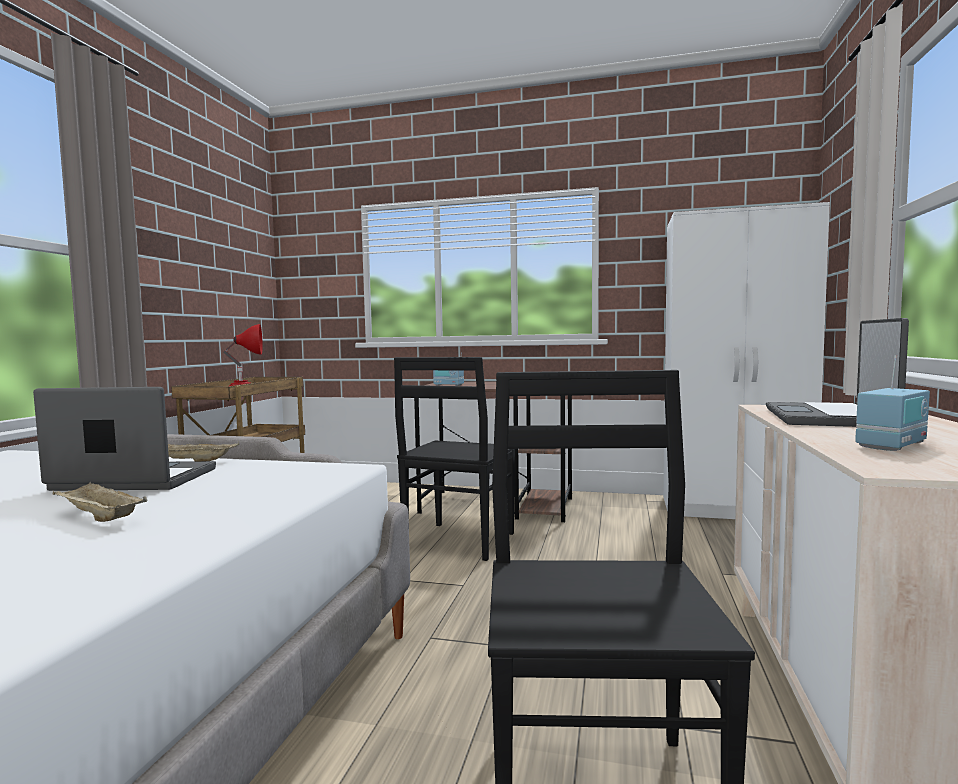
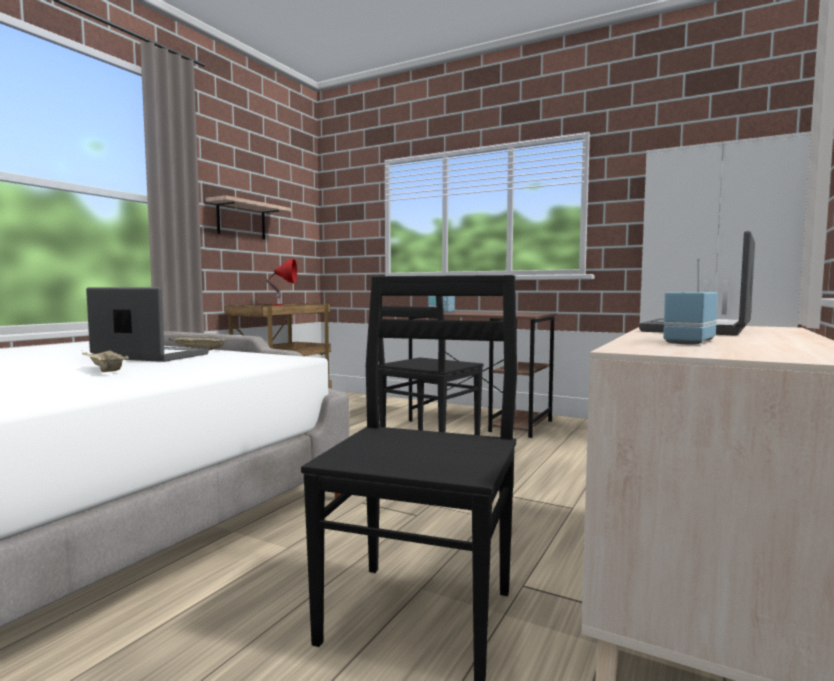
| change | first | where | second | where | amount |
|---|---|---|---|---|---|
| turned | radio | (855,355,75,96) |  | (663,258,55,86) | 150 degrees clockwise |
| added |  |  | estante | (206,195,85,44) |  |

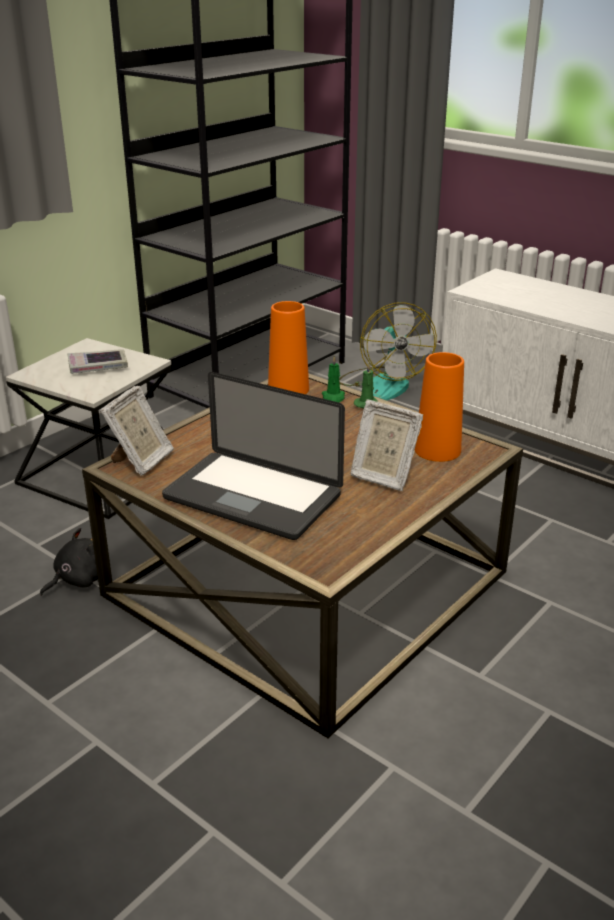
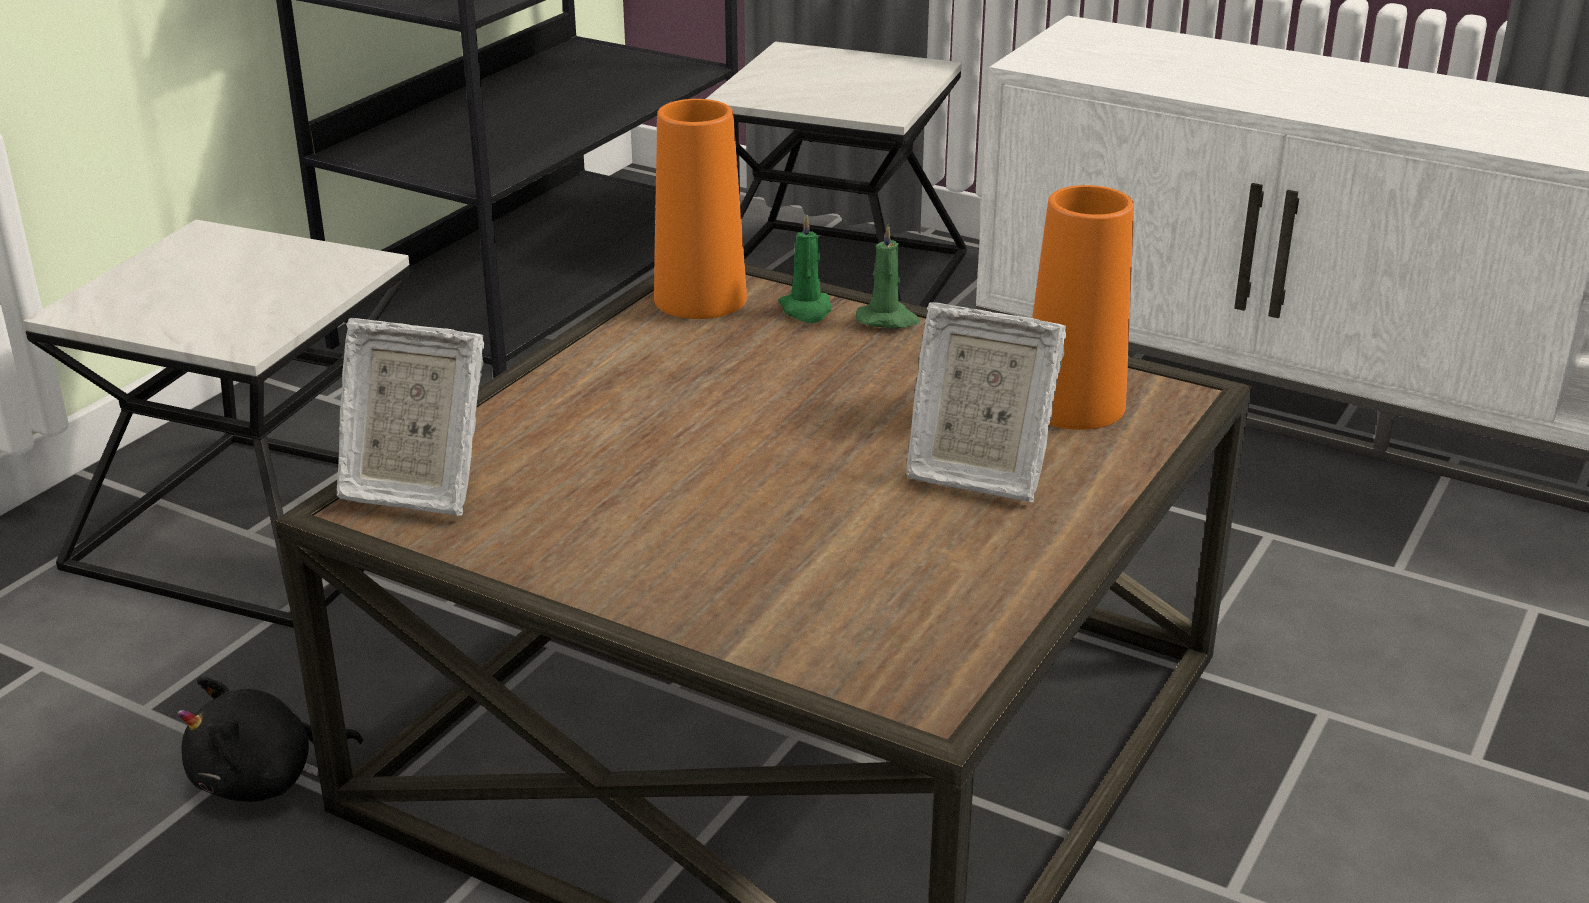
| change | first | where | second | where | amount |
|---|---|---|---|---|---|
| replaced | ventilador | (339,302,98,98) | mesa auxiliar | (706,42,261,265) |  |
| removed | libro | (67,349,61,25) |  |  |  |
| removed | portátil | (162,372,183,168) |  |  |  |
| turned | portarretratos | (100,386,74,90) |  | (337,318,147,197) | 90 degrees clockwise |
| turned | peluche/negro | (40,528,58,68) |  | (177,677,186,125) | 150 degrees counterclockwise |

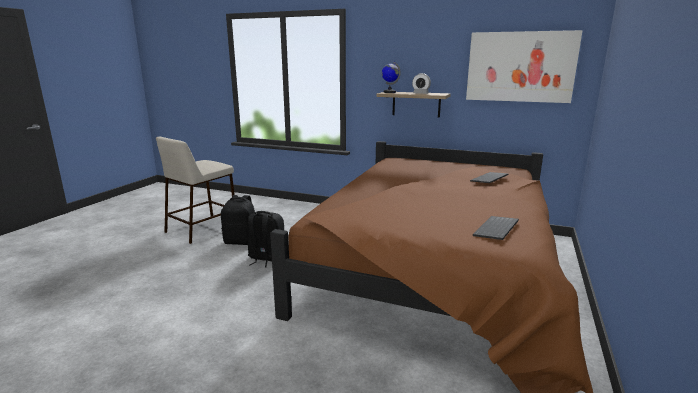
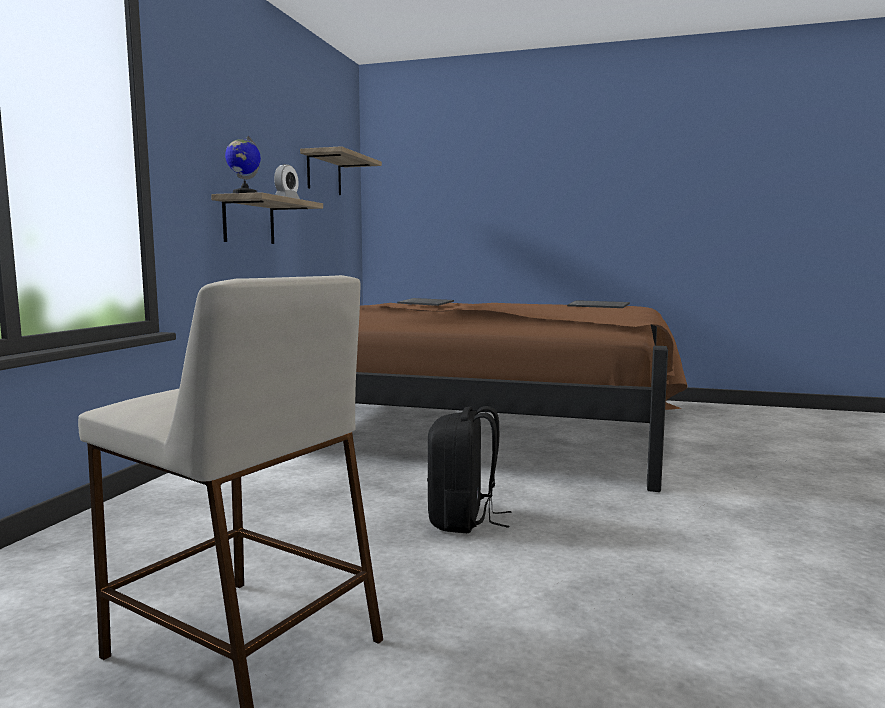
| change | first | where | second | where | amount |
|---|---|---|---|---|---|
| replaced | cuadro | (466,30,117,73) | estante | (300,146,82,49) |  |
| removed | mochila/negro | (221,195,34,50) |  |  |  |

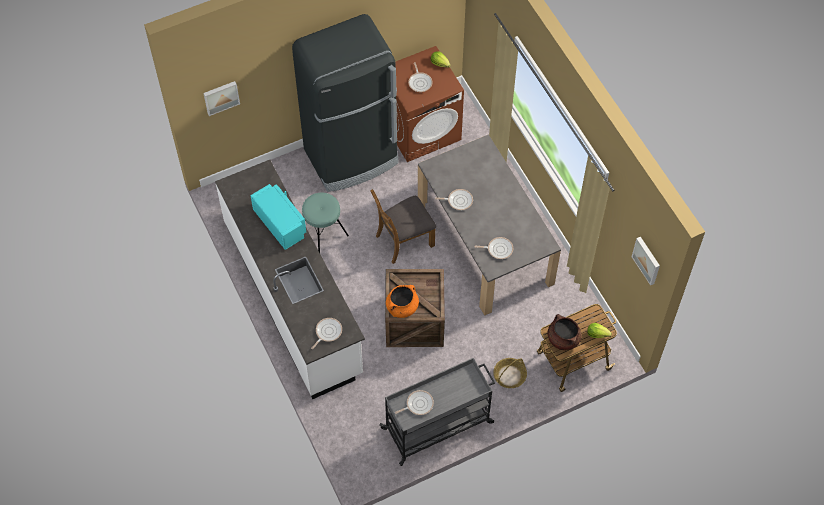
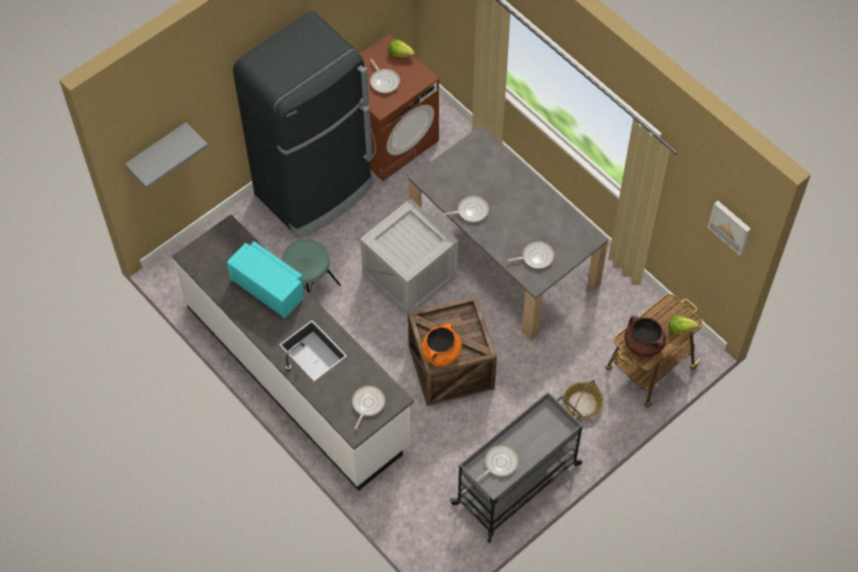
| change | first | where | second | where | amount |
|---|---|---|---|---|---|
| replaced | cuadro | (203,81,37,35) | estante/gris | (125,122,83,67) |  |
| replaced | silla/marrón | (370,189,66,75) | caja de embalaje | (360,199,98,116) |  |

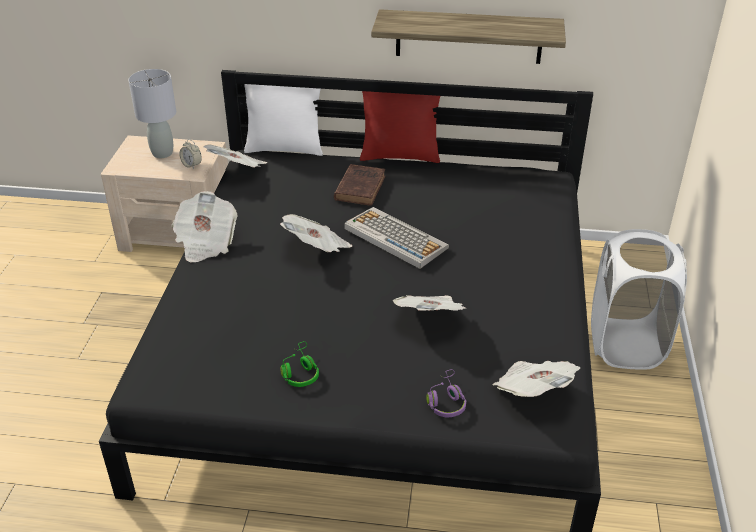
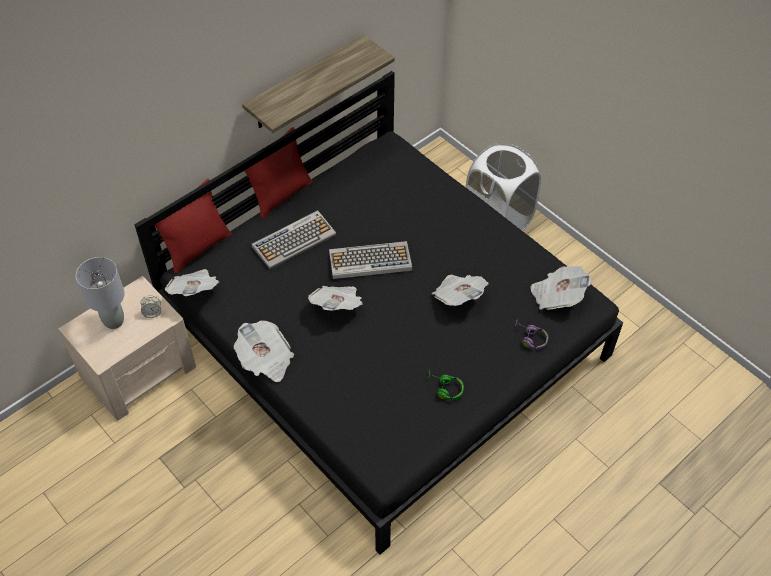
| change | first | where | second | where | amount |
|---|---|---|---|---|---|
| recoloured | cojín/blanco | (244,84,79,72) | cojín/rojo | (154,179,78,95) |  |
| replaced | libro/marrón | (334,164,52,42) | teclado | (251,210,85,59) |  |

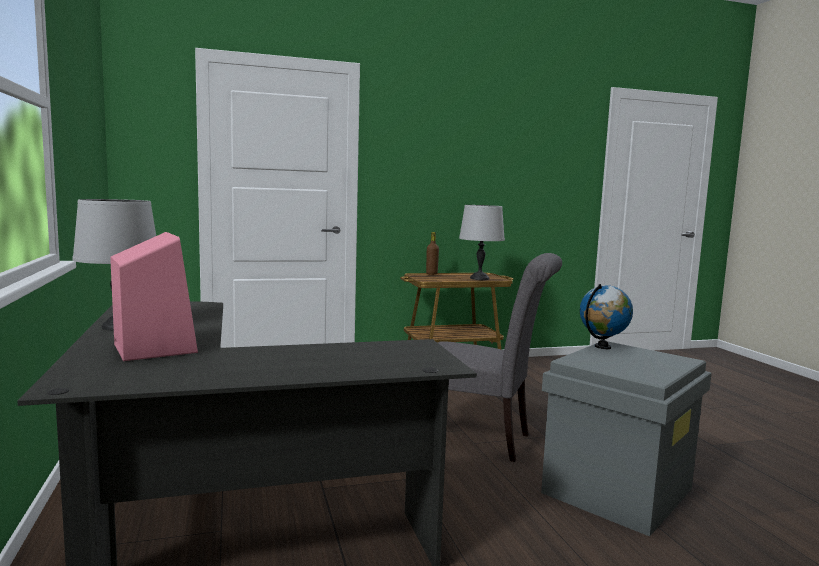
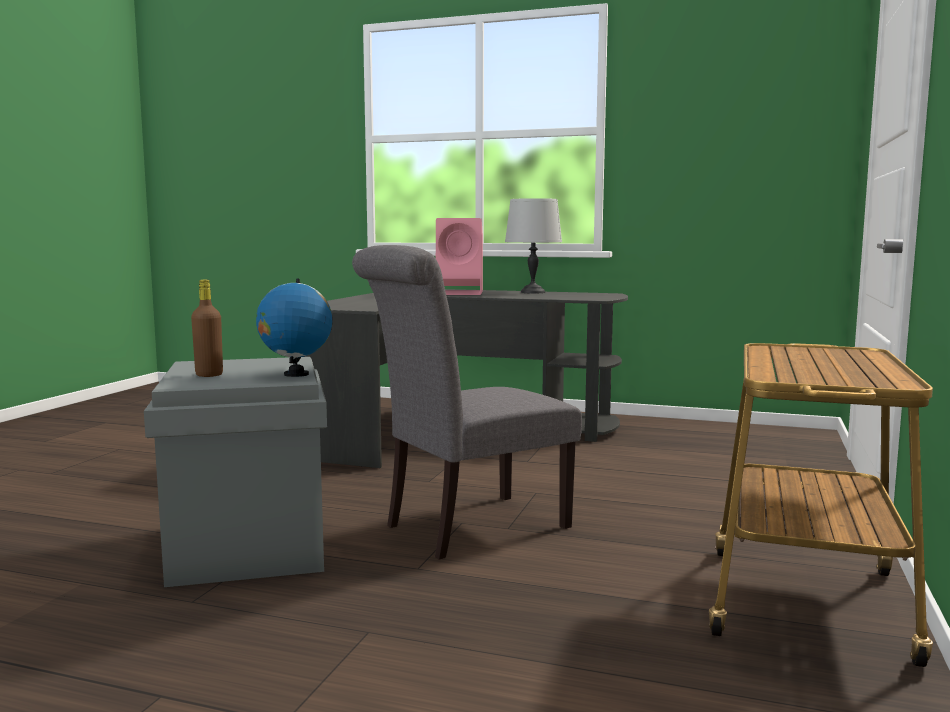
| change | first | where | second | where | amount |
|---|---|---|---|---|---|
| removed | lámpara de mesa/gris | (459,205,46,75) |  |  |  |
| moved | botella/marrón | (426,232,13,43) |  | (191,280,32,97) |  |

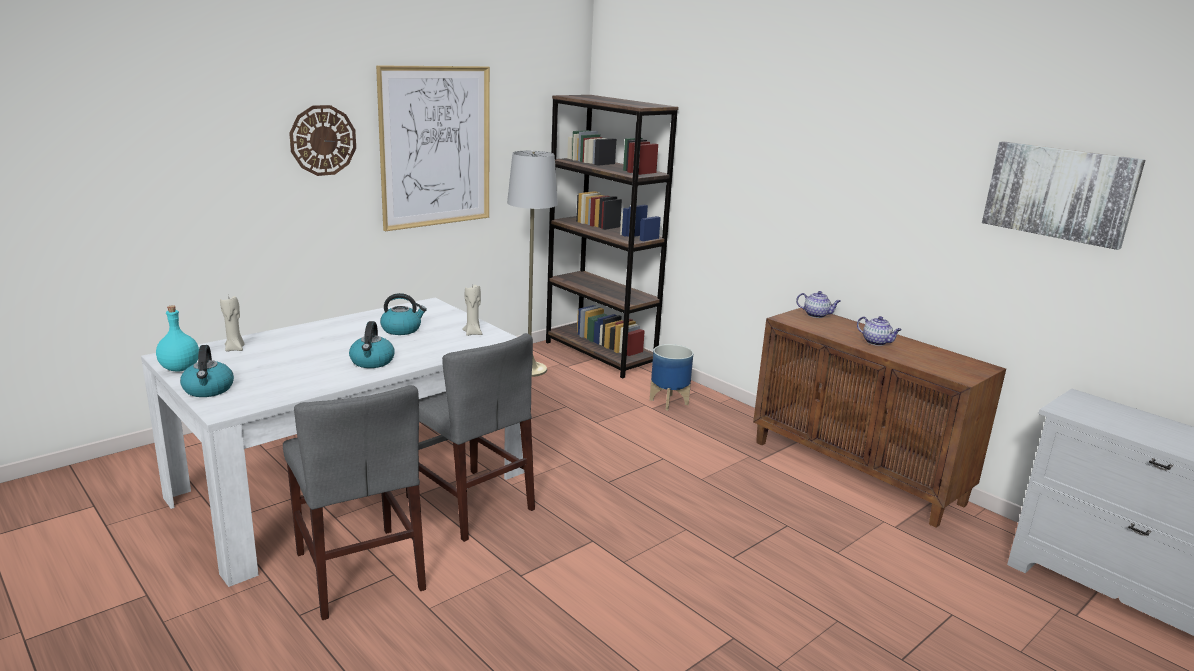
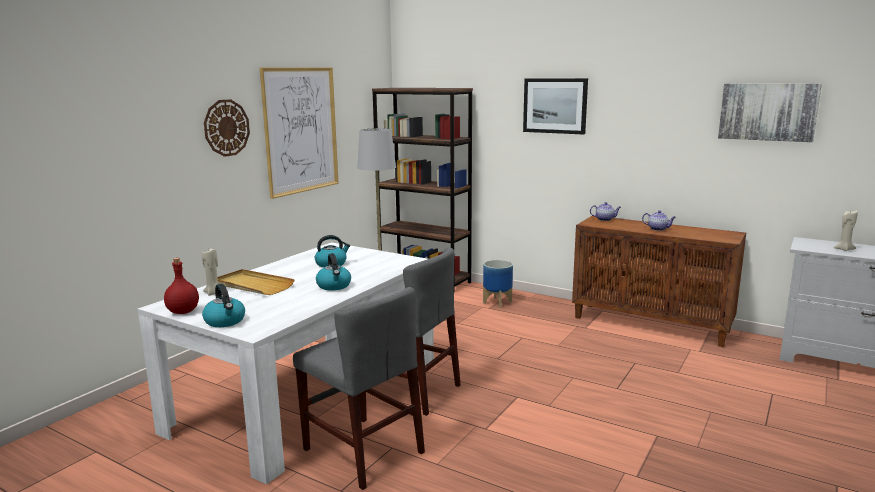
| change | first | where | second | where | amount |
|---|---|---|---|---|---|
| moved | vela/beis | (463,283,19,53) |  | (834,211,24,40) |  |
| recoloured | botella/turquesa | (156,305,43,67) | botella/rojo | (164,258,35,56) |  |
| added |  |  | cuadro | (523,78,65,57) |  |
| added |  |  | bandeja/beis | (217,269,78,26) |  |

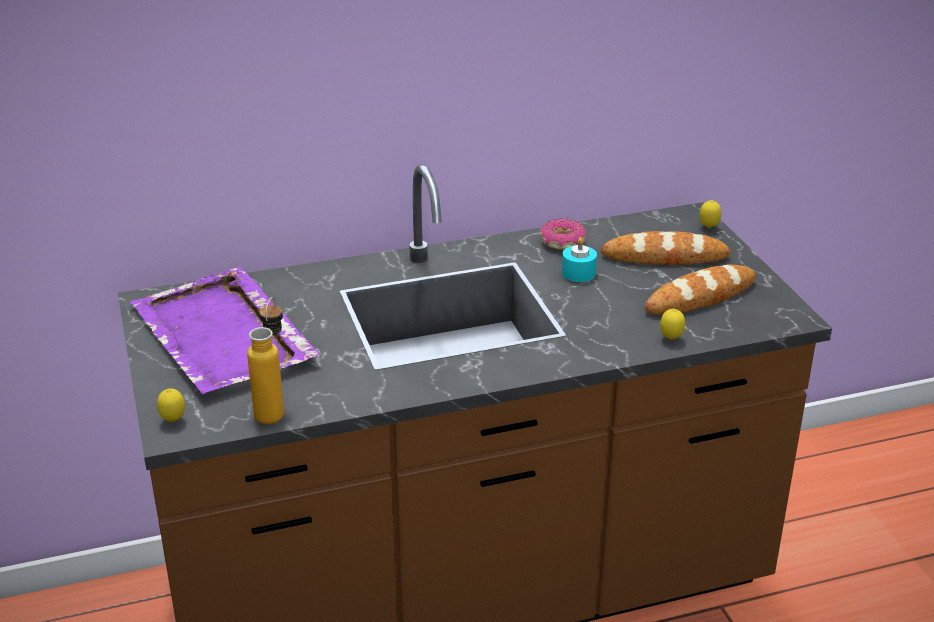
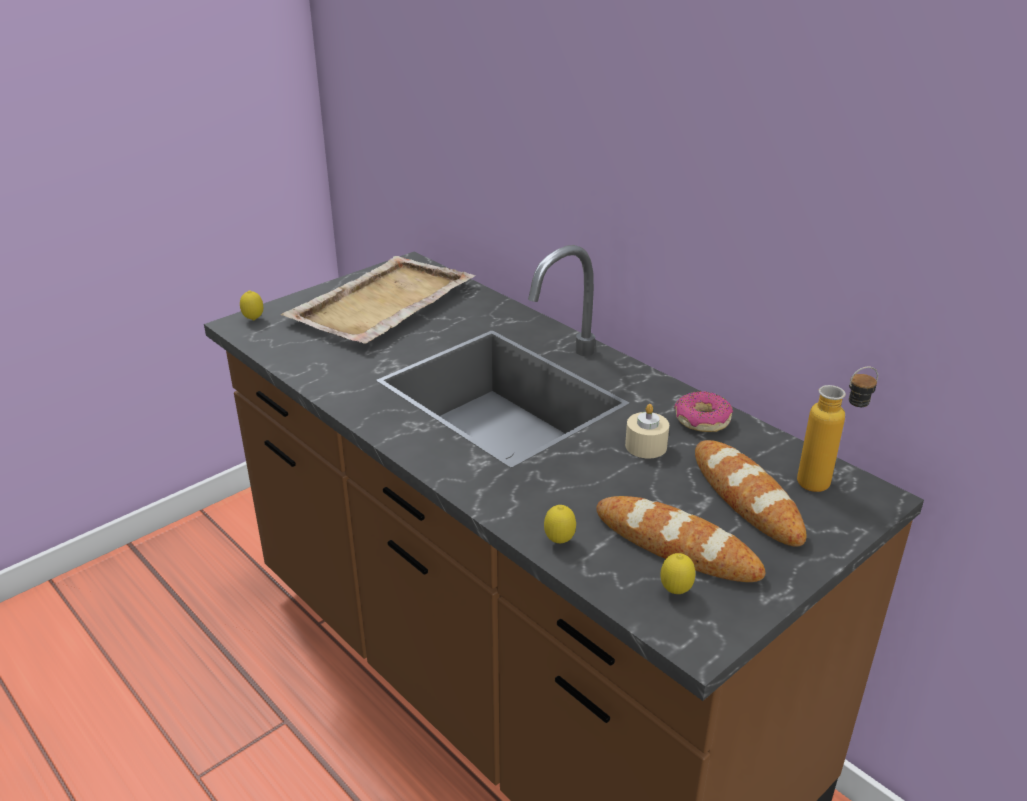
| change | first | where | second | where | amount |
|---|---|---|---|---|---|
| moved | limón | (699,200,22,28) |  | (661,553,34,41) |  |
| recoloured | vela/turquesa | (562,237,35,45) | vela/beis | (625,404,44,54) |  |
| recoloured | bandeja/morado | (130,267,190,127) | bandeja/beis | (281,256,194,88) |  |
| moved | botella | (247,297,37,127) |  | (797,366,81,126) |  |

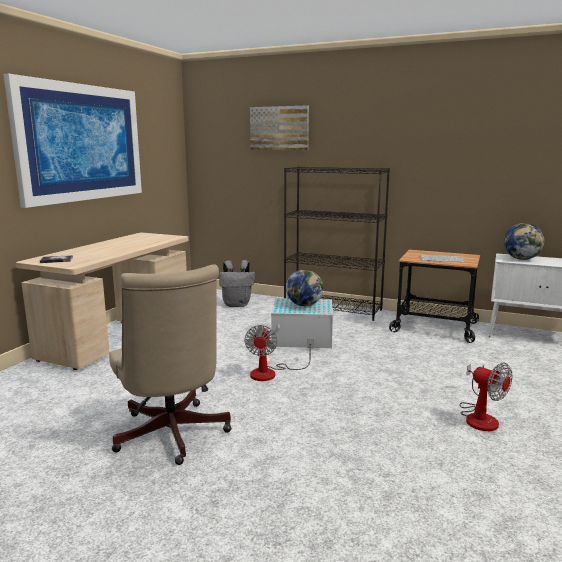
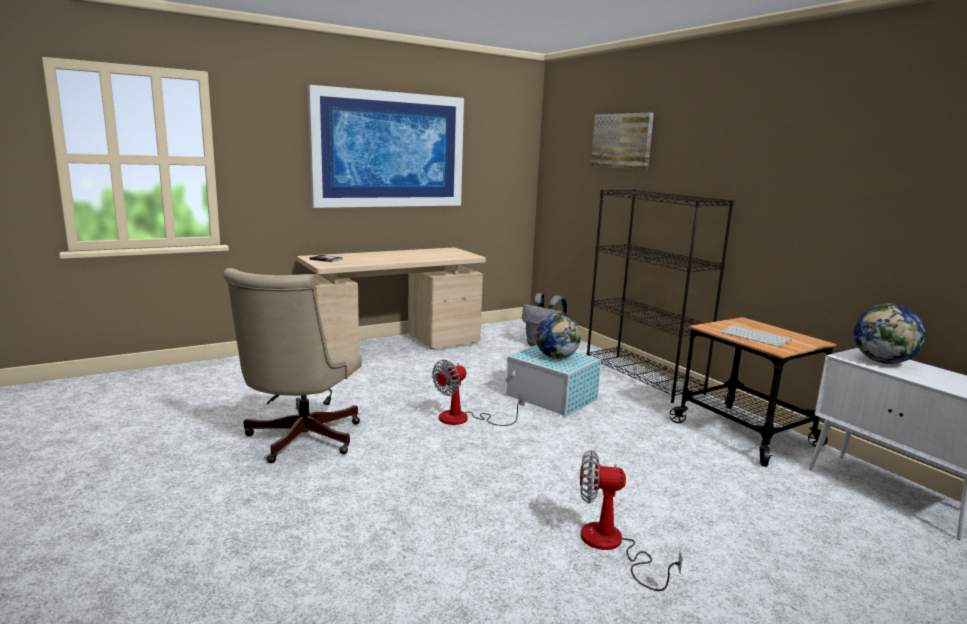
| change | first | where | second | where | amount |
|---|---|---|---|---|---|
| turned | ventilador | (460,363,52,68) |  | (580,450,102,141) | 105 degrees clockwise |

